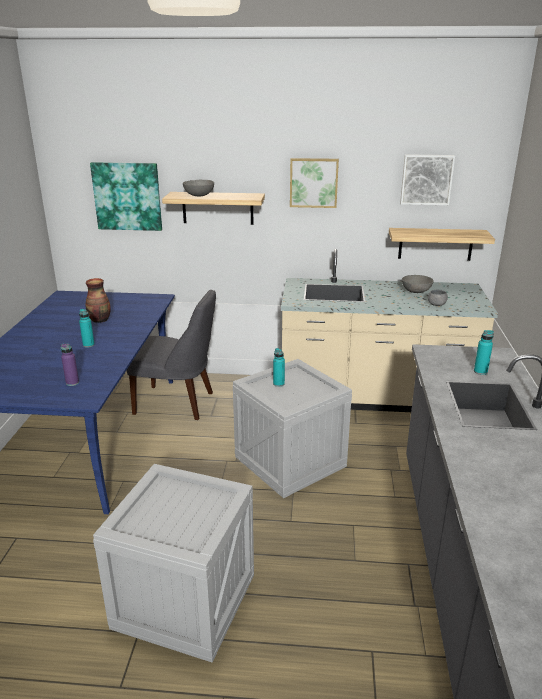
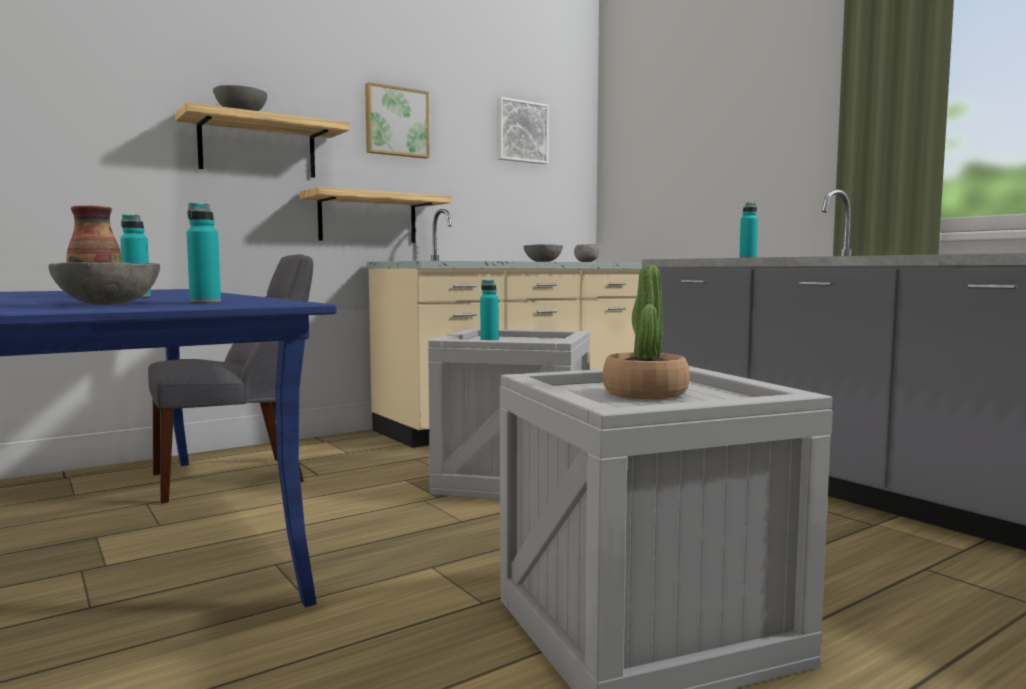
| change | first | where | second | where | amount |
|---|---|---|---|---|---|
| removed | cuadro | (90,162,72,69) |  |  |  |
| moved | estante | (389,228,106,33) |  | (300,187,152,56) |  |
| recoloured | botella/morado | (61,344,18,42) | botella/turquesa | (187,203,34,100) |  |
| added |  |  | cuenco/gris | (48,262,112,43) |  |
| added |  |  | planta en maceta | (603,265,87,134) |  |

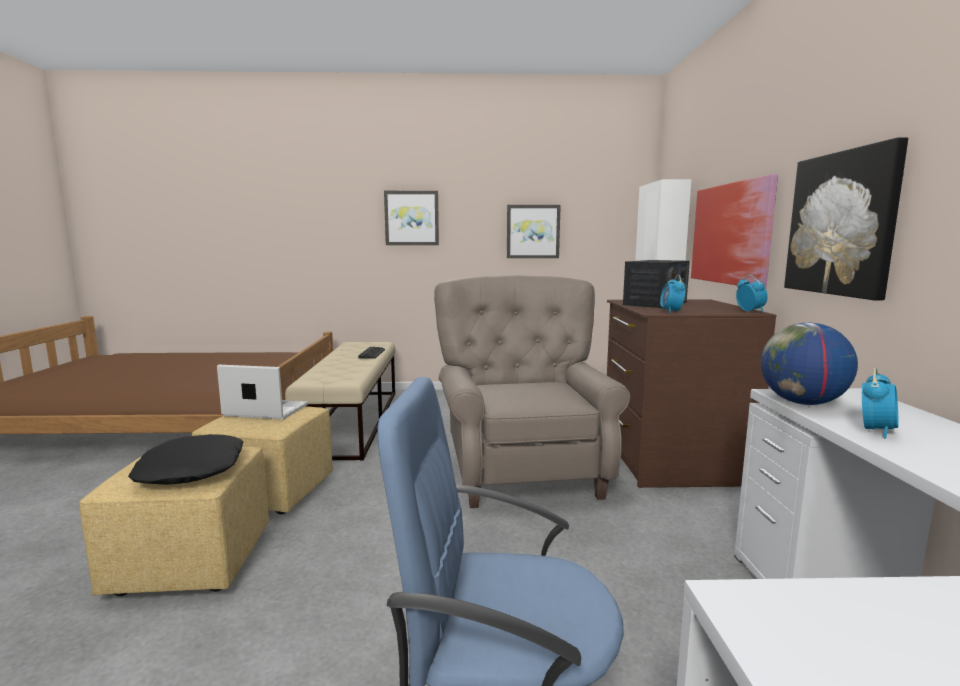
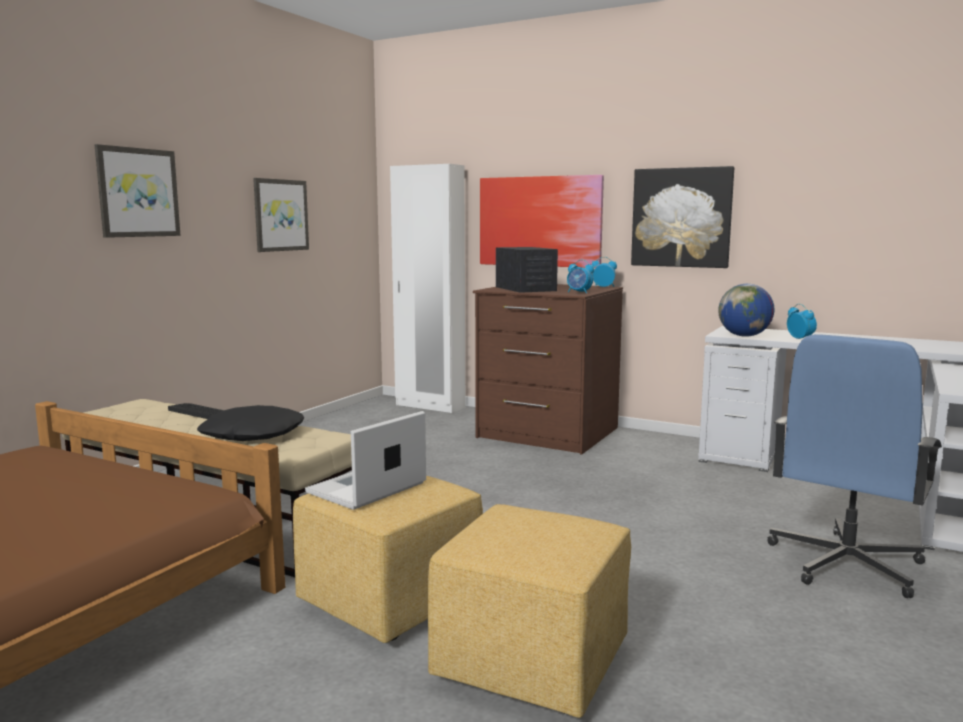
| change | first | where | second | where | amount |
|---|---|---|---|---|---|
| removed | sillón/beis | (434,275,196,233) |  |  |  |
| moved | cojín/negro | (128,434,116,51) |  | (197,405,107,36) |  |

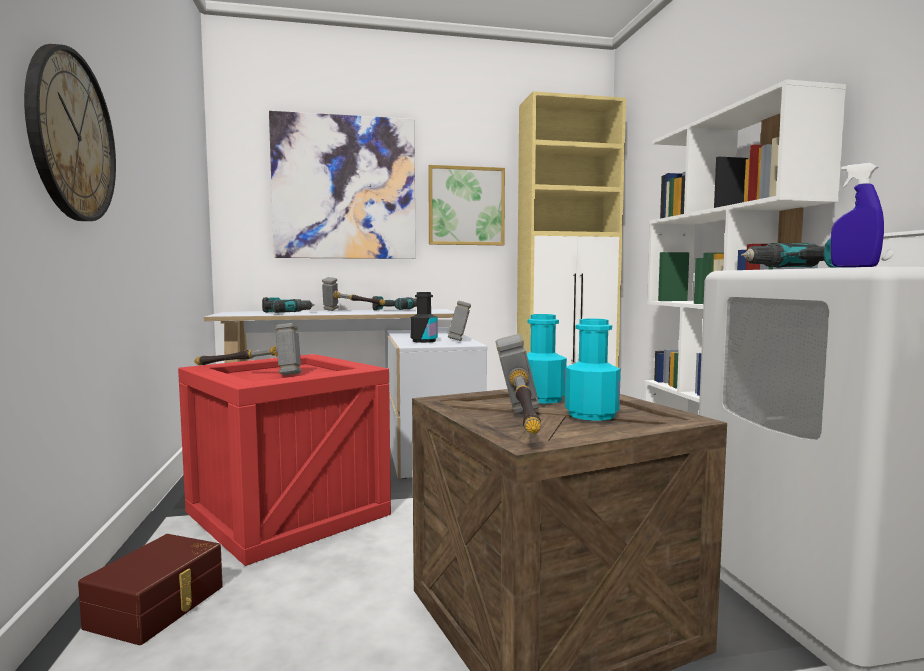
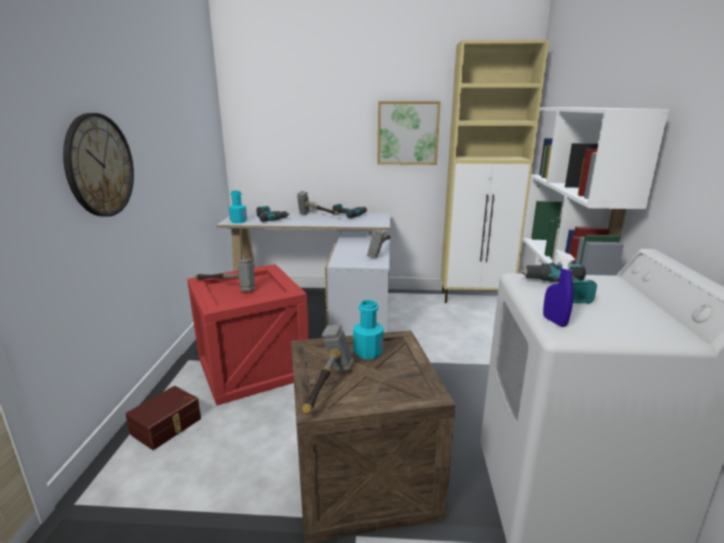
| change | first | where | second | where | amount |
|---|---|---|---|---|---|
| removed | cuadro | (269,111,147,148) |  |  |  |
| removed | botella/negro | (410,292,28,51) |  |  |  |
| moved | botella/turquesa | (565,319,56,102) |  | (229,191,18,32) |  |

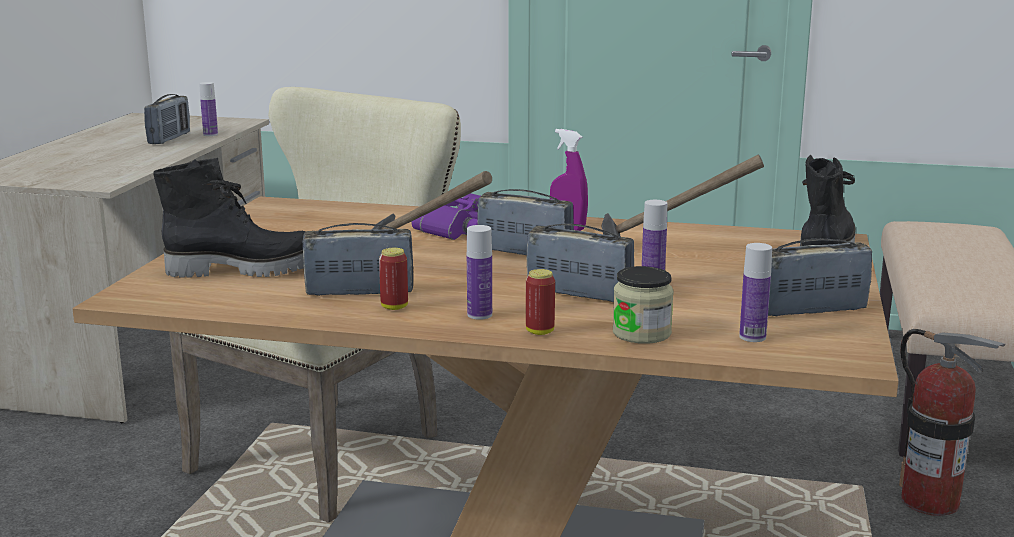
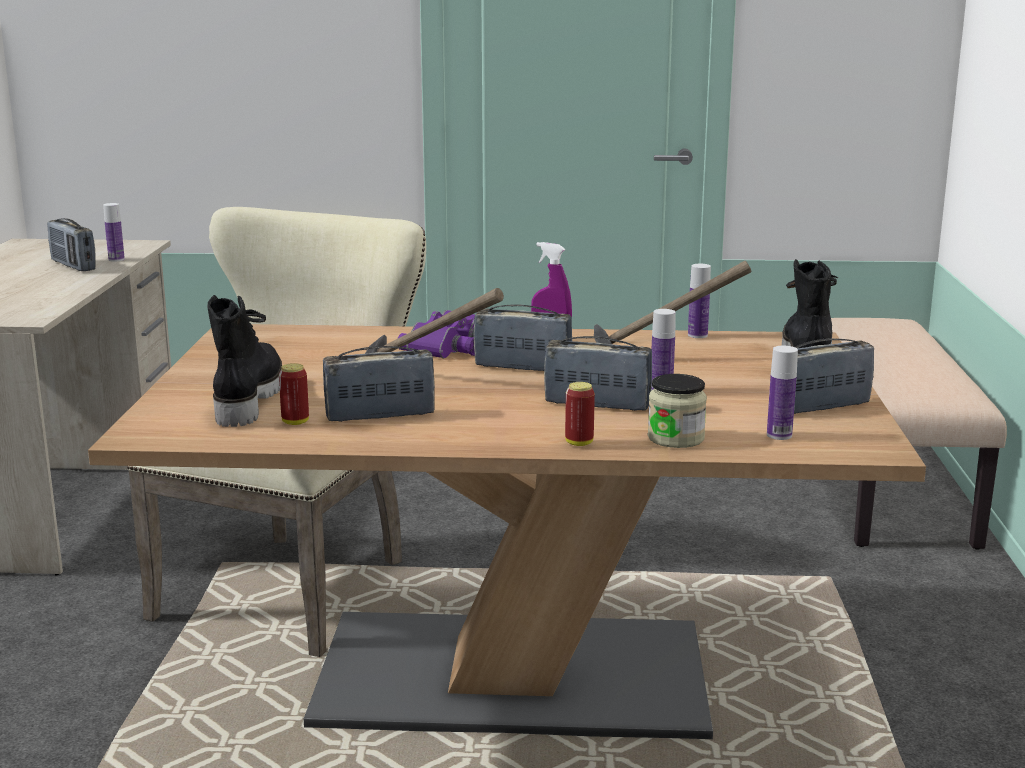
| change | first | where | second | where | amount |
|---|---|---|---|---|---|
| turned | radio | (144,94,46,50) |  | (47,218,49,53) | 135 degrees clockwise |
| turned | bota/negro | (153,158,153,120) |  | (207,295,75,132) | 75 degrees counterclockwise |
| moved | botella | (467,225,25,95) |  | (688,264,23,74) |  |
| moved | lata | (379,248,29,62) |  | (279,363,30,62) |  |
| removed | extintor | (899,329,106,187) |  |  |  |

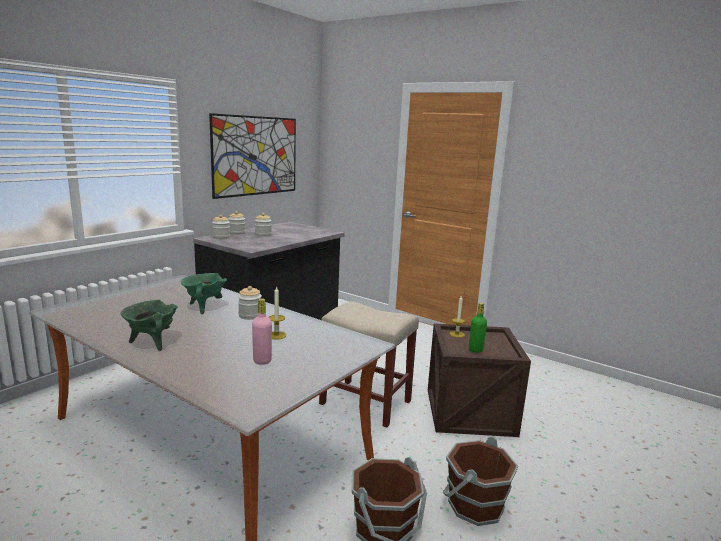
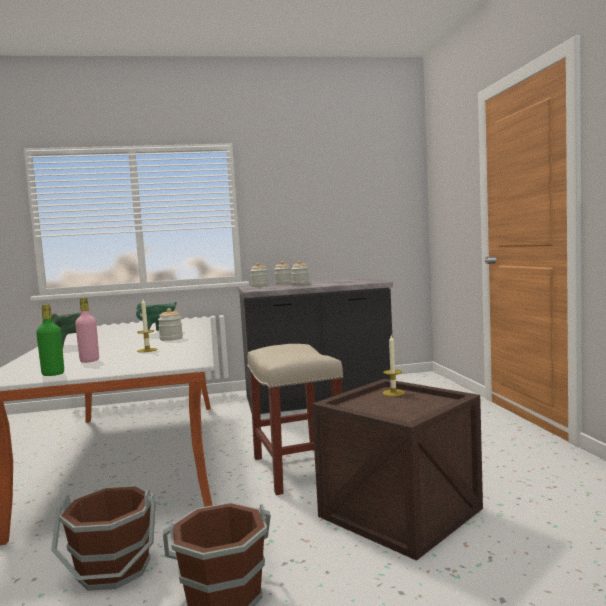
| change | first | where | second | where | amount |
|---|---|---|---|---|---|
| removed | cuadro | (209,113,87,86) |  |  |  |
| moved | botella/verde | (469,303,18,50) |  | (36,304,28,72) |  |

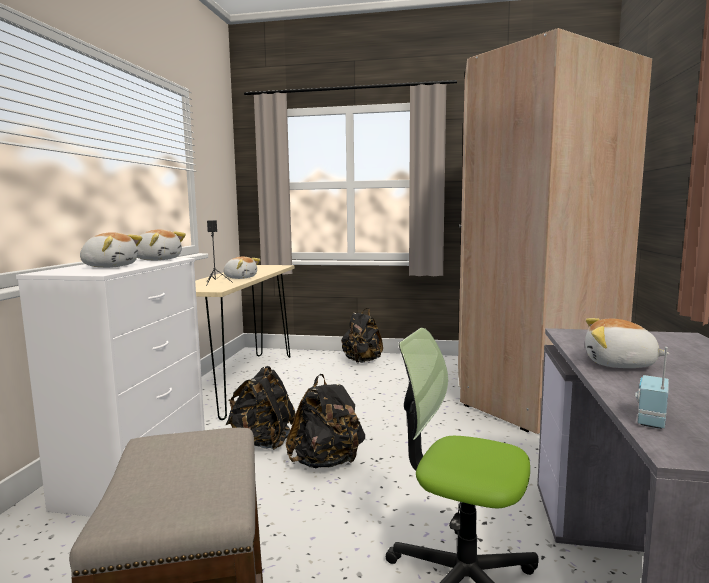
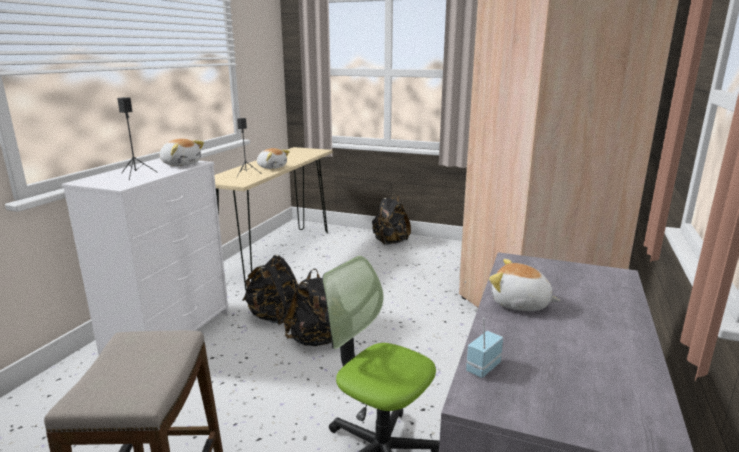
| change | first | where | second | where | amount |
|---|---|---|---|---|---|
| replaced | peluche | (80,232,63,36) | altavoz/negro | (117,97,41,83) |  |

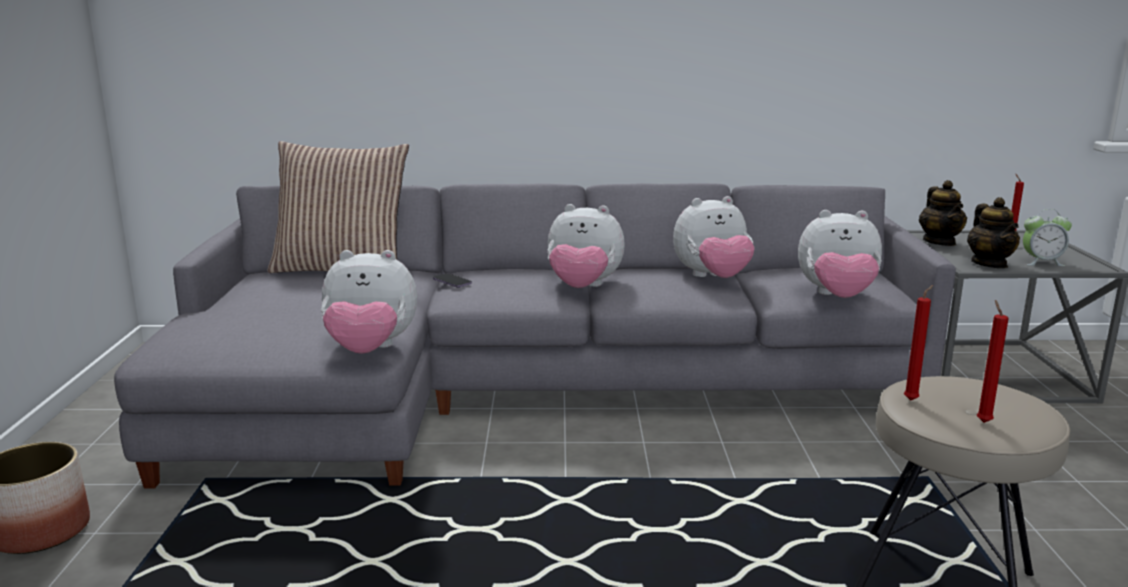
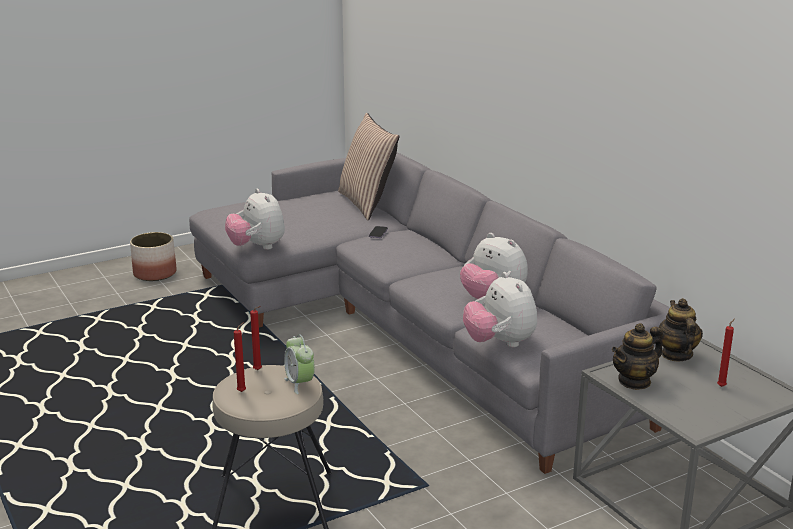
| change | first | where | second | where | amount |
|---|---|---|---|---|---|
| turned | tetera | (919,180,48,66) |  | (659,298,44,63) | 120 degrees clockwise |
| removed | peluche | (548,204,77,84) |  |  |  |
| moved | despertador | (1023,209,49,57) |  | (284,334,31,61) |  |

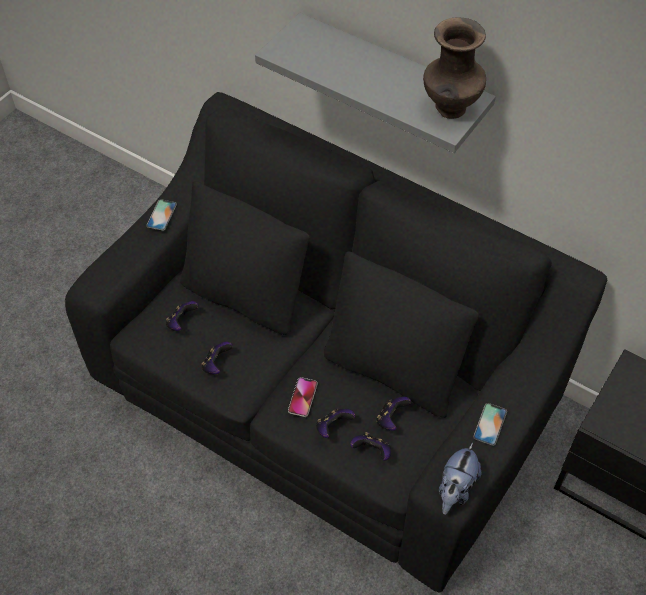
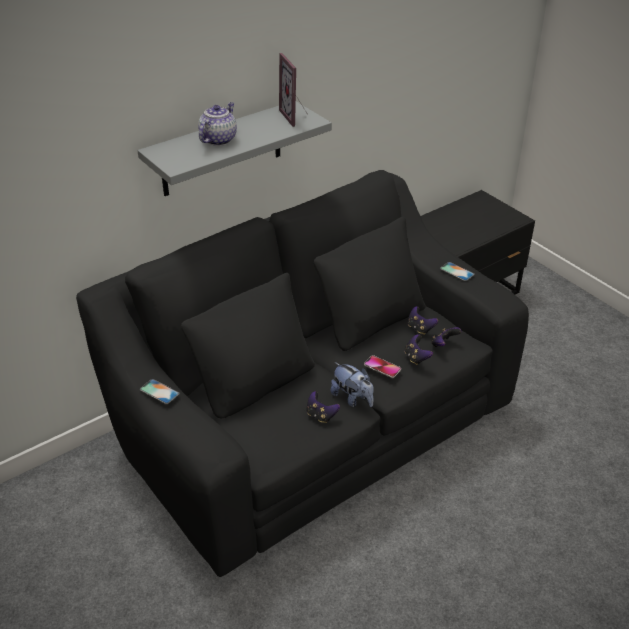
| change | first | where | second | where | amount |
|---|---|---|---|---|---|
| replaced | florero/marrón | (423,17,63,102) | portarretratos | (279,53,28,74) |  |
| removed | mando de consola | (166,301,32,30) |  |  |  |
| moved | peluche | (439,443,43,72) |  | (331,362,43,45) |  |
| added |  |  | tetera | (198,102,39,44) |  |

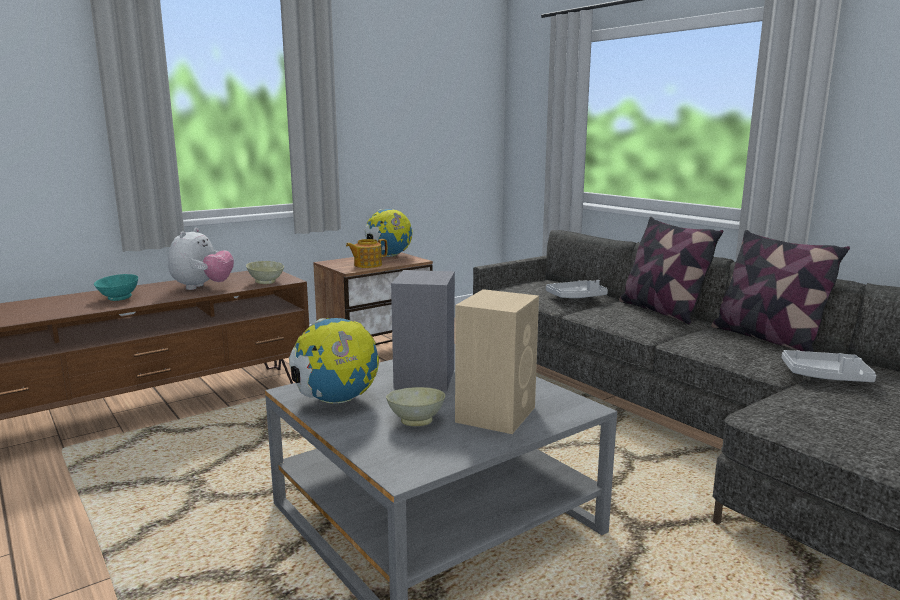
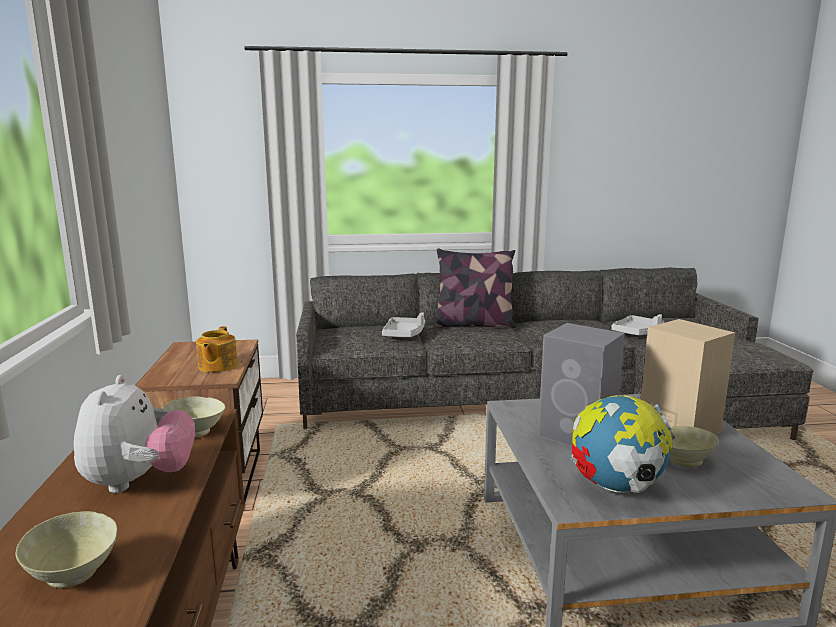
| change | first | where | second | where | amount |
|---|---|---|---|---|---|
| removed | globo terráqueo | (364,209,49,48) |  |  |  |
| turned | peluche | (168,228,66,62) |  | (74,375,121,118) | 45 degrees clockwise |
| removed | cojín | (711,230,139,122) |  |  |  |
| recoloured | cuenco/turquesa | (94,274,44,27) | cuenco/beis | (15,511,103,77) |  |

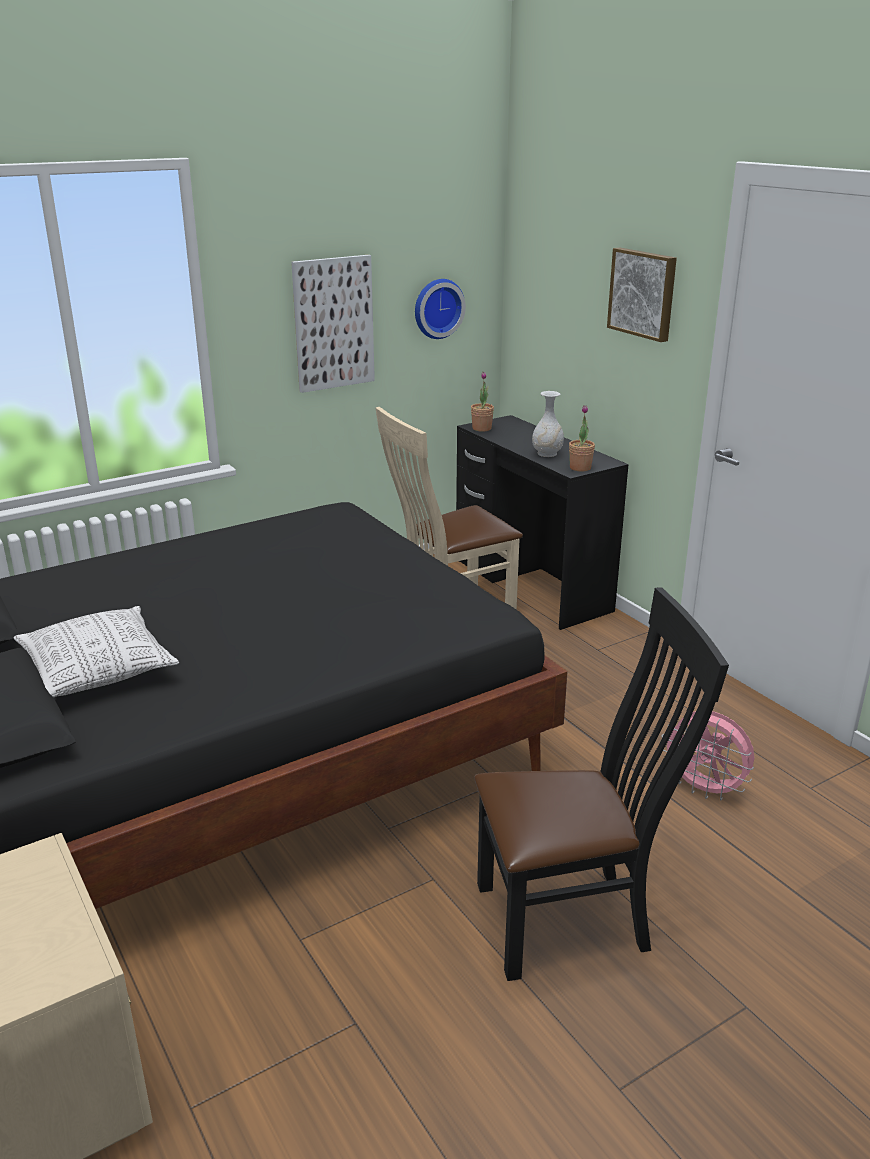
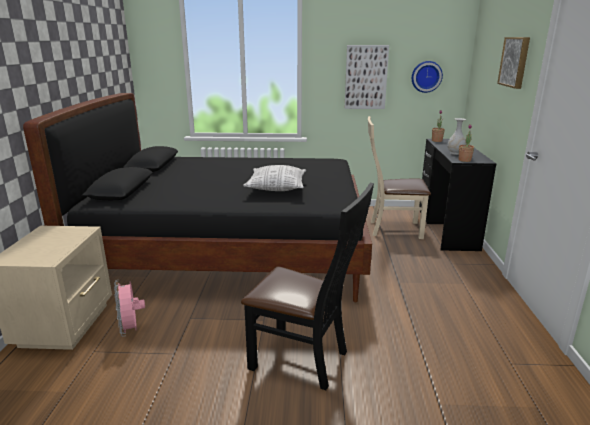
| change | first | where | second | where | amount |
|---|---|---|---|---|---|
| moved | cojín | (14,606,165,91) |  | (243,165,63,26) |  |
| moved | ventilador/rosa | (661,711,93,89) |  | (114,280,31,57) |  |

